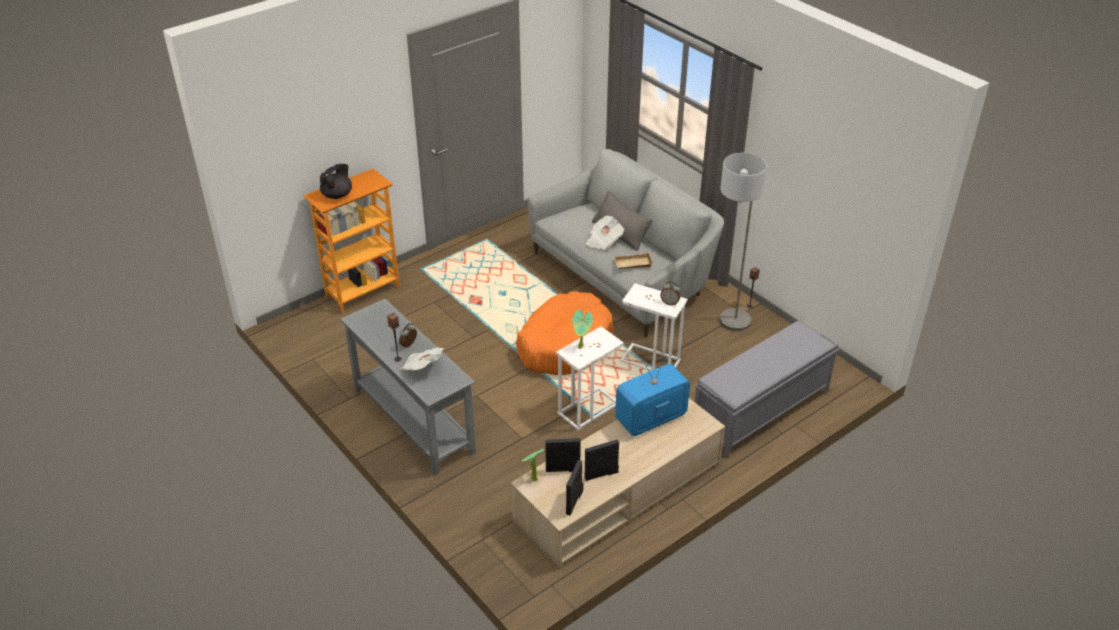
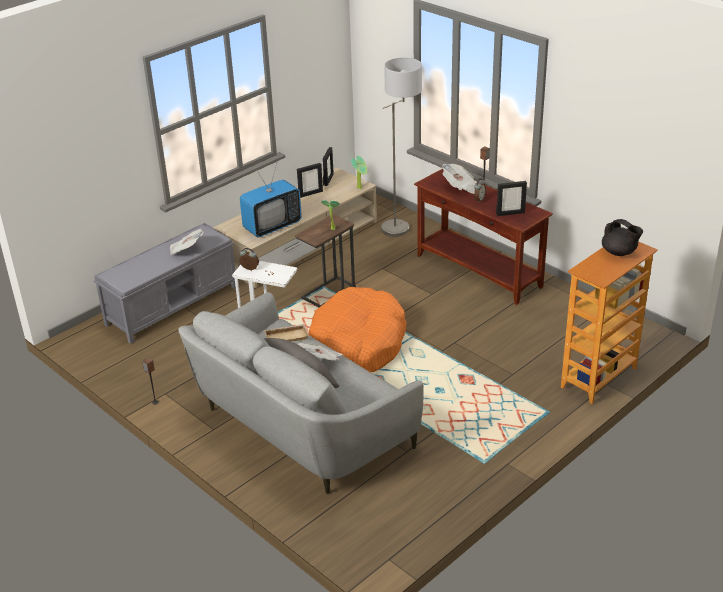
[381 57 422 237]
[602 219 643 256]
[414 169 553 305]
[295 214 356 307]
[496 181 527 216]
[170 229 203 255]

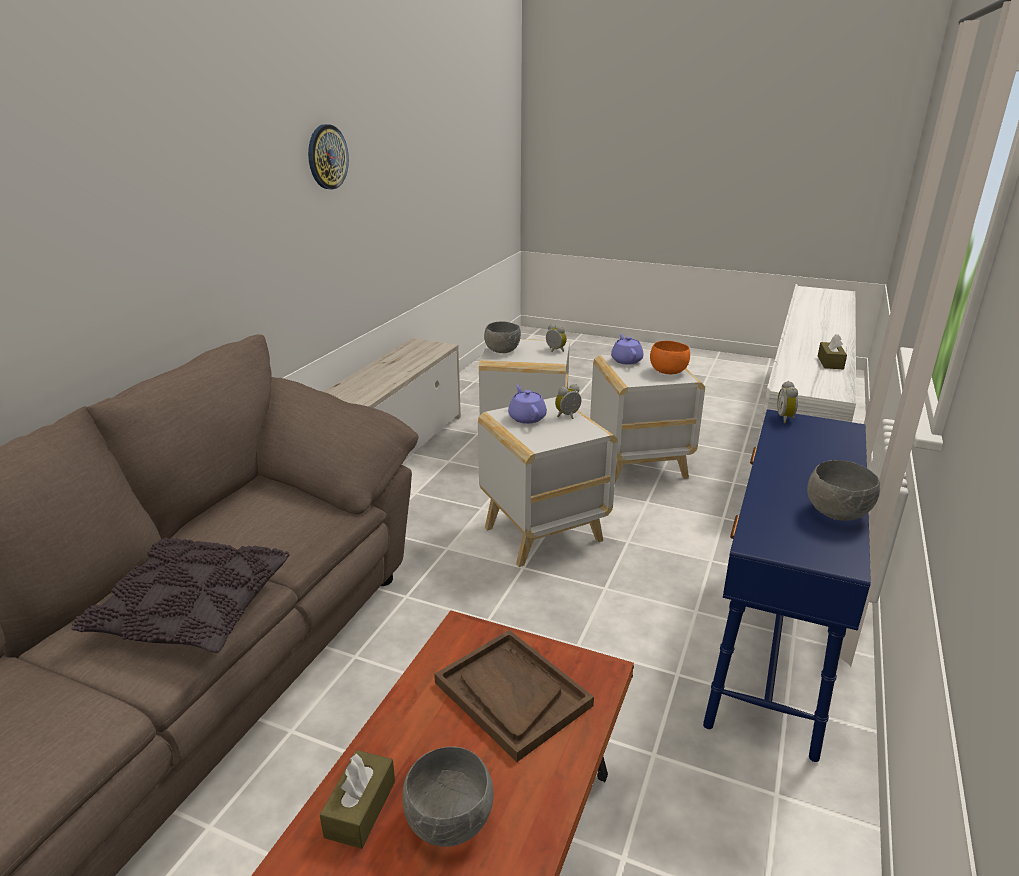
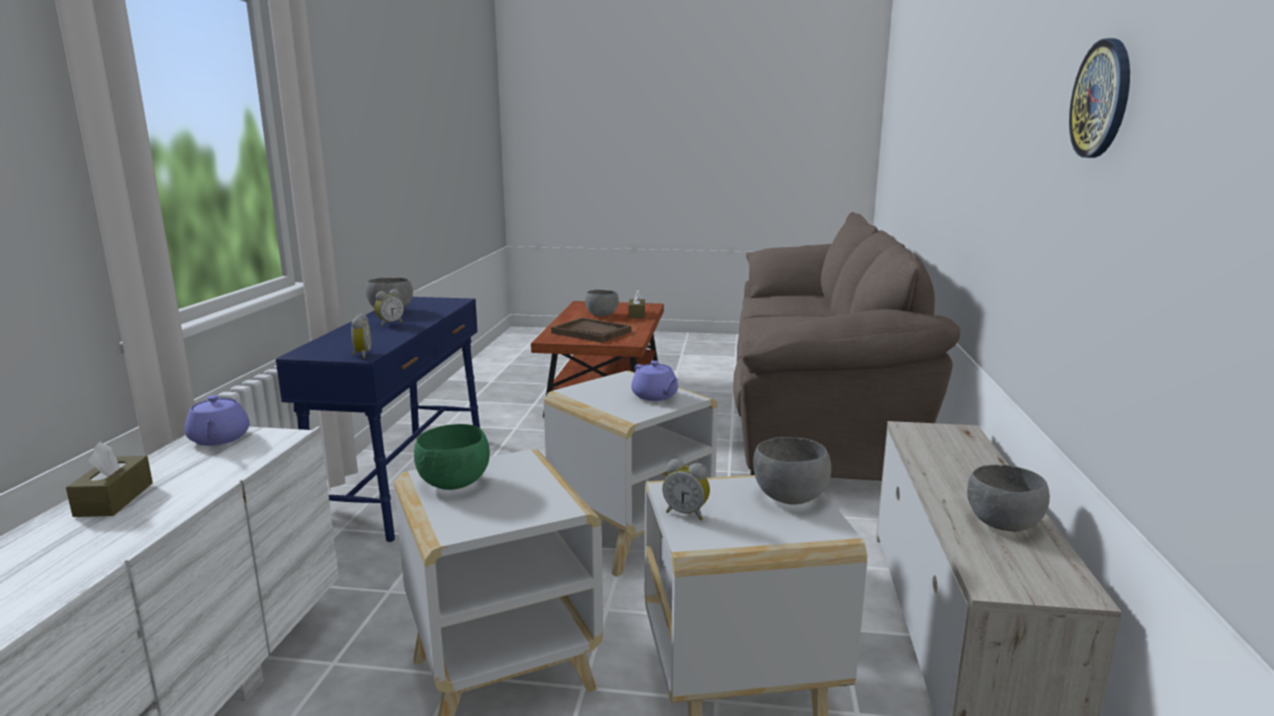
[185 395 250 446]
[414 424 490 490]
[375 289 404 327]
[71 537 290 653] (first image)
[967 465 1050 532]

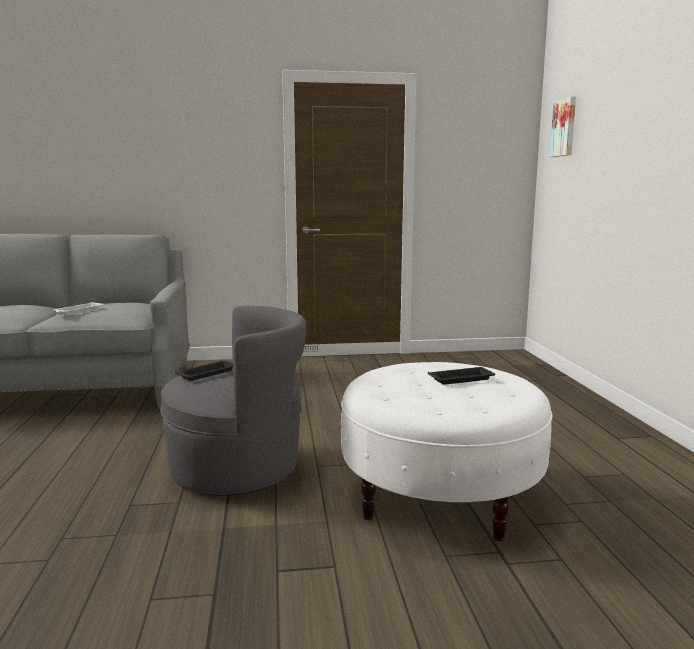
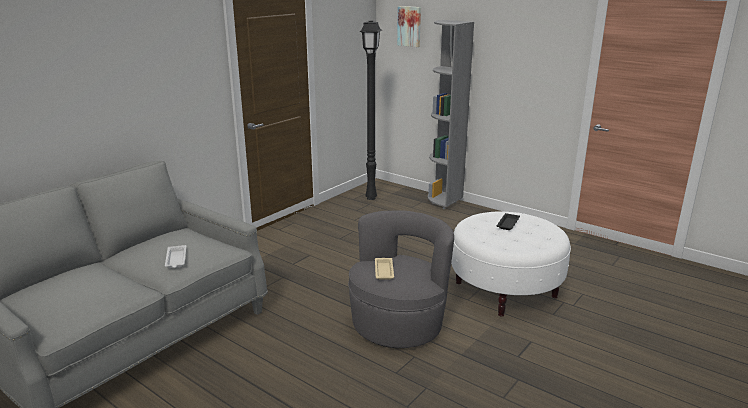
[375 258 394 280]
[428 20 474 209]
[359 21 382 200]

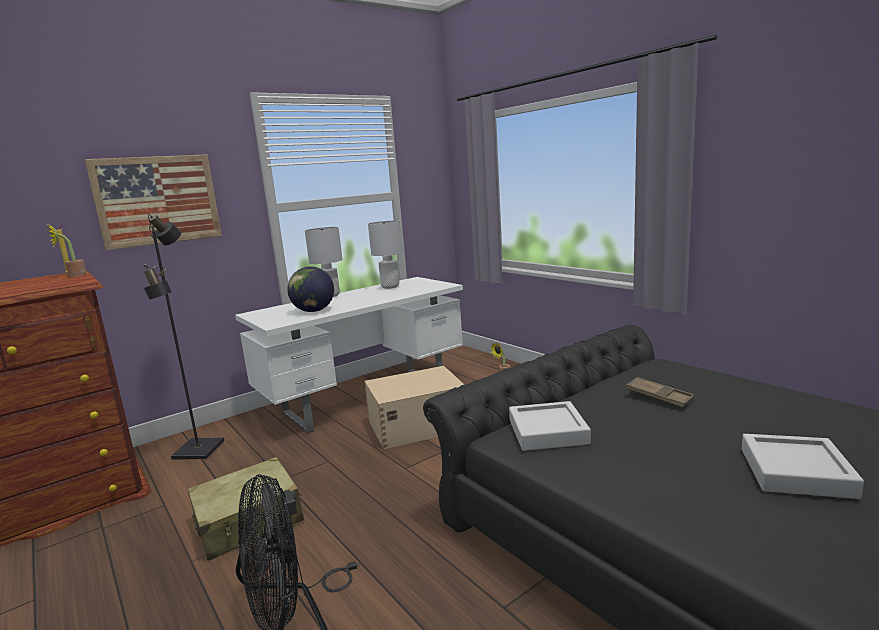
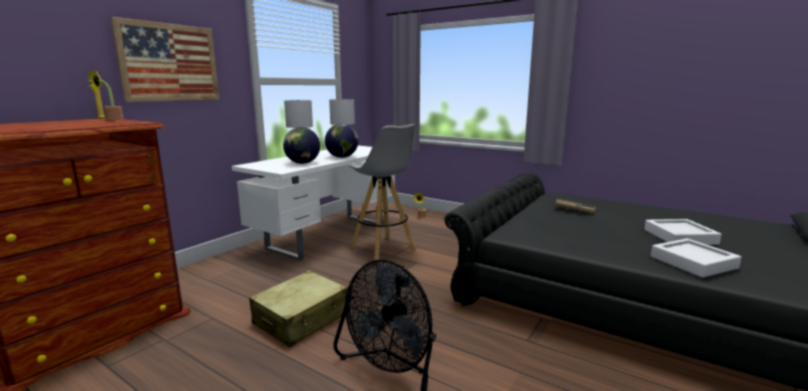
[143 213 224 460] (first image)
[349 124 416 260]
[651 238 741 278]
[325 124 358 158]

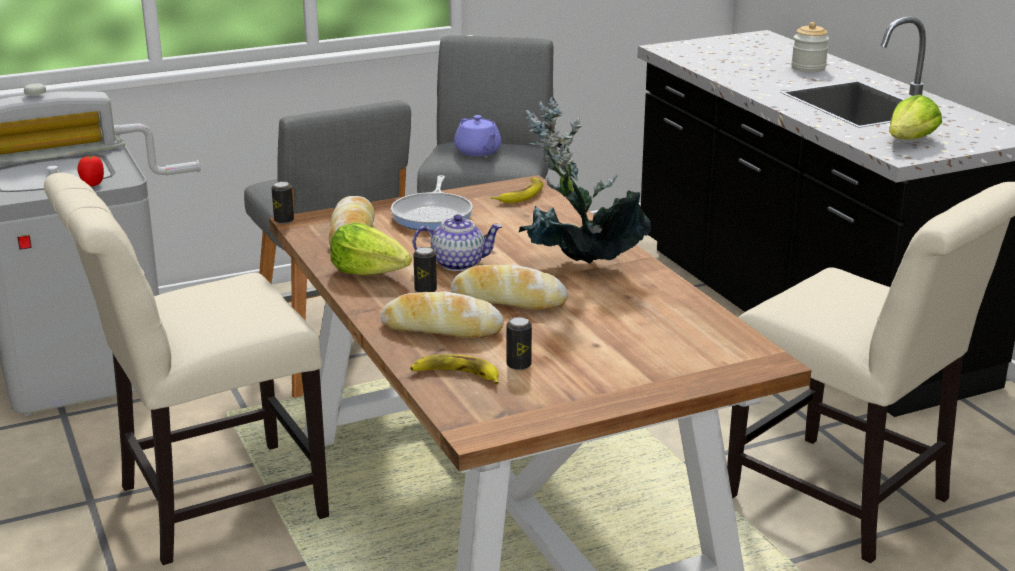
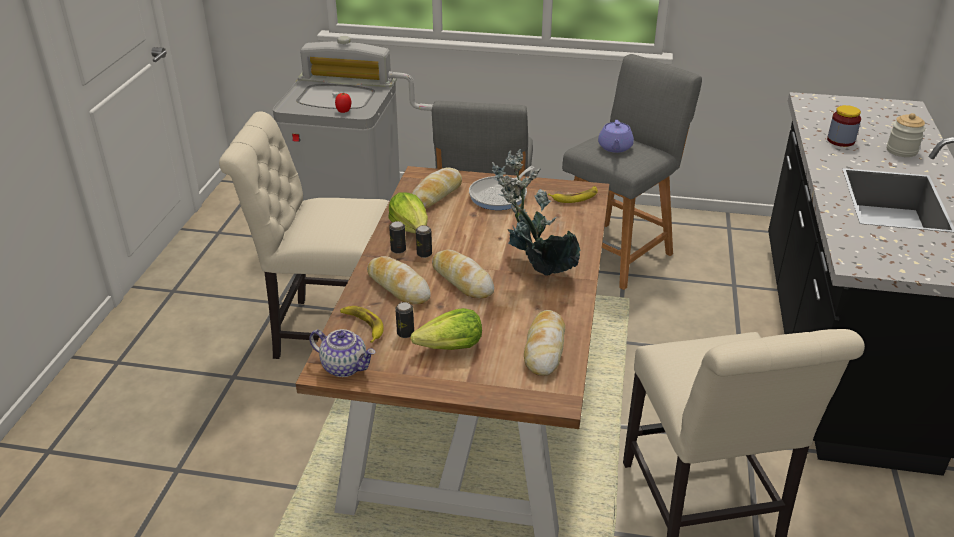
[410 308 482 350]
[389 221 406 254]
[309 329 376 377]
[827 105 861 147]
[524 310 565 376]

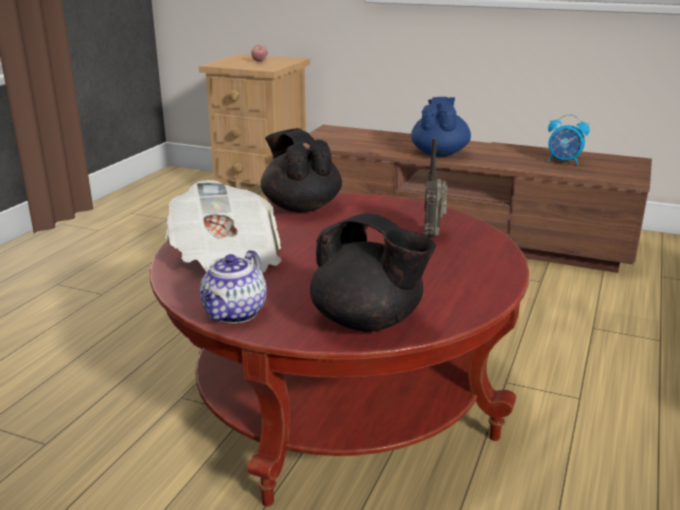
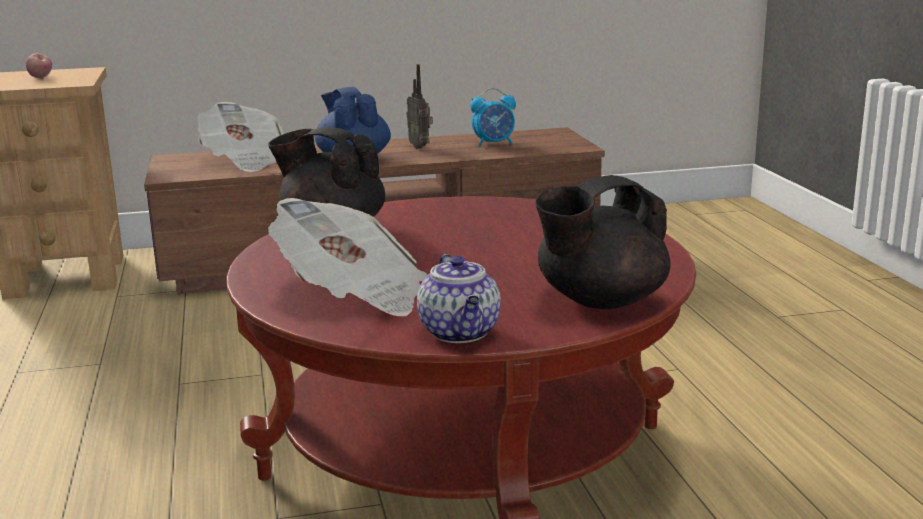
[406 64 433 149]
[535 175 670 309]
[197 102 284 172]

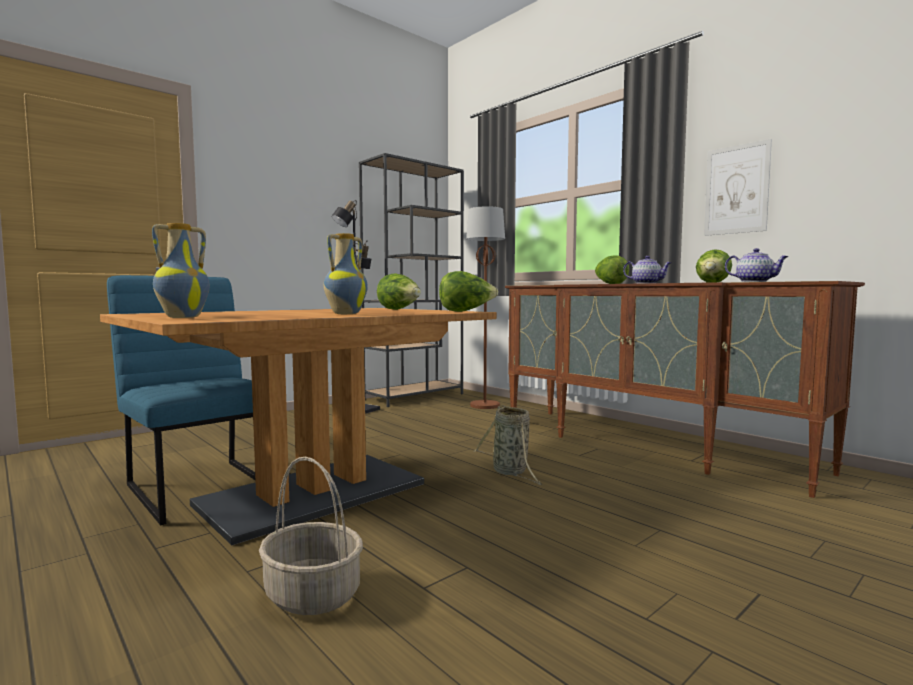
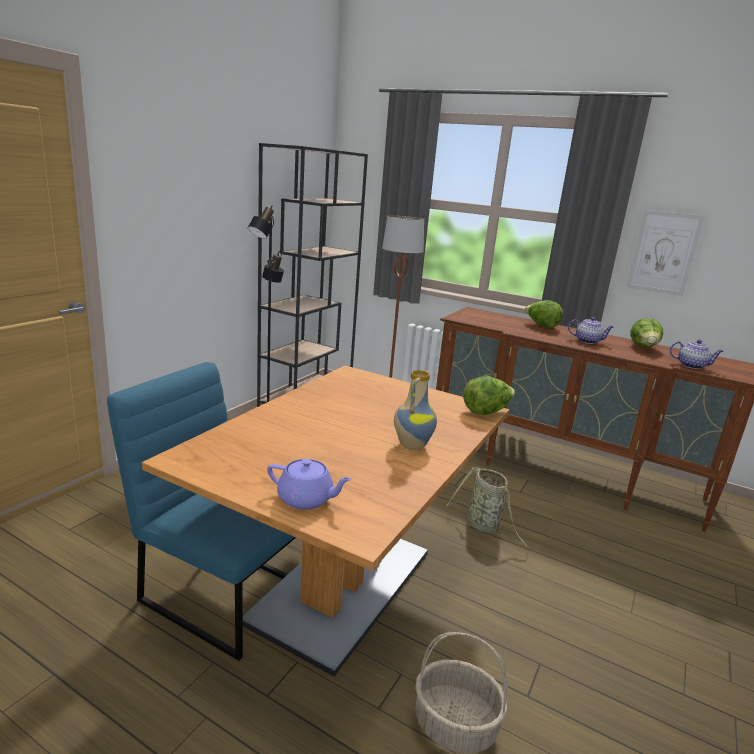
[267 459 352 510]
[377 273 421 310] (first image)

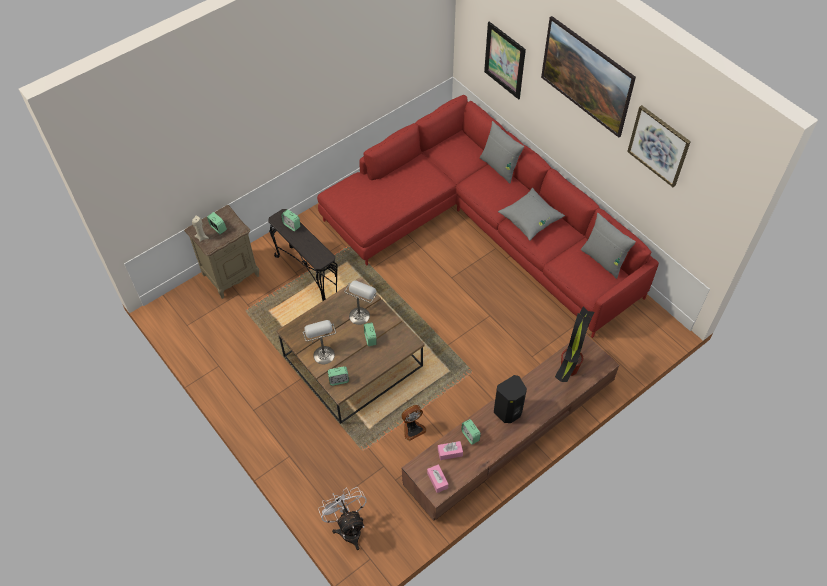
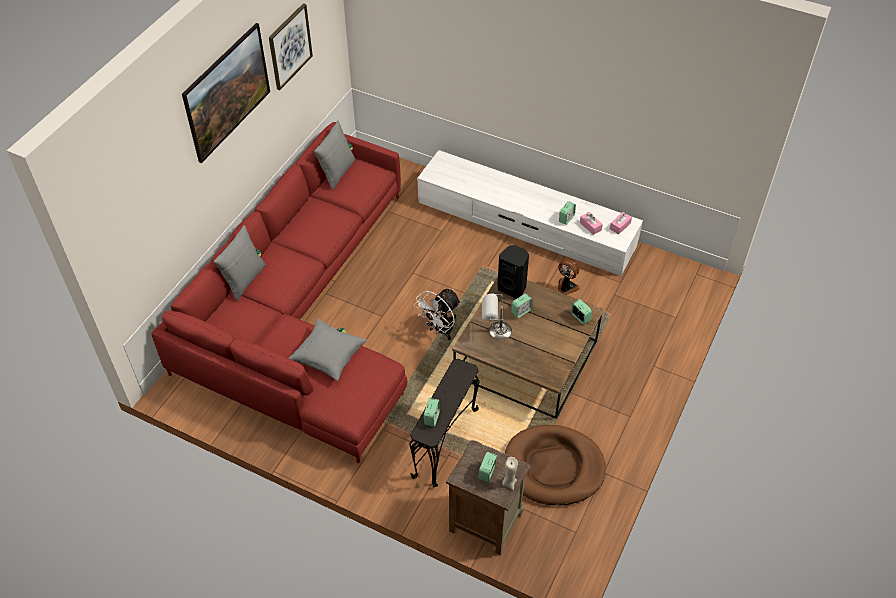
[484 22 526 100] (first image)
[289 318 367 381]
[555 306 595 382] (first image)
[303 320 336 364] (first image)
[417 150 643 276]
[497 245 529 299]
[414 289 461 340]
[505 425 606 506]

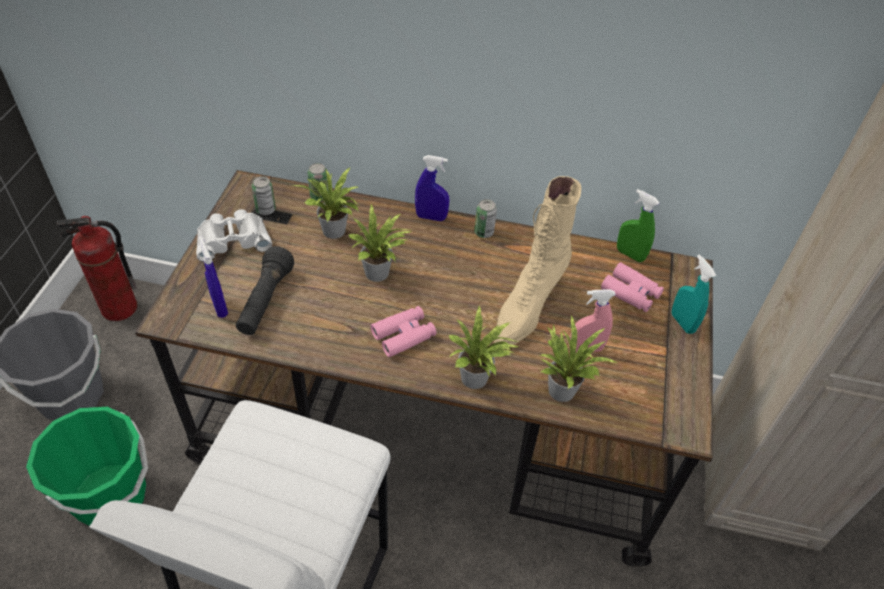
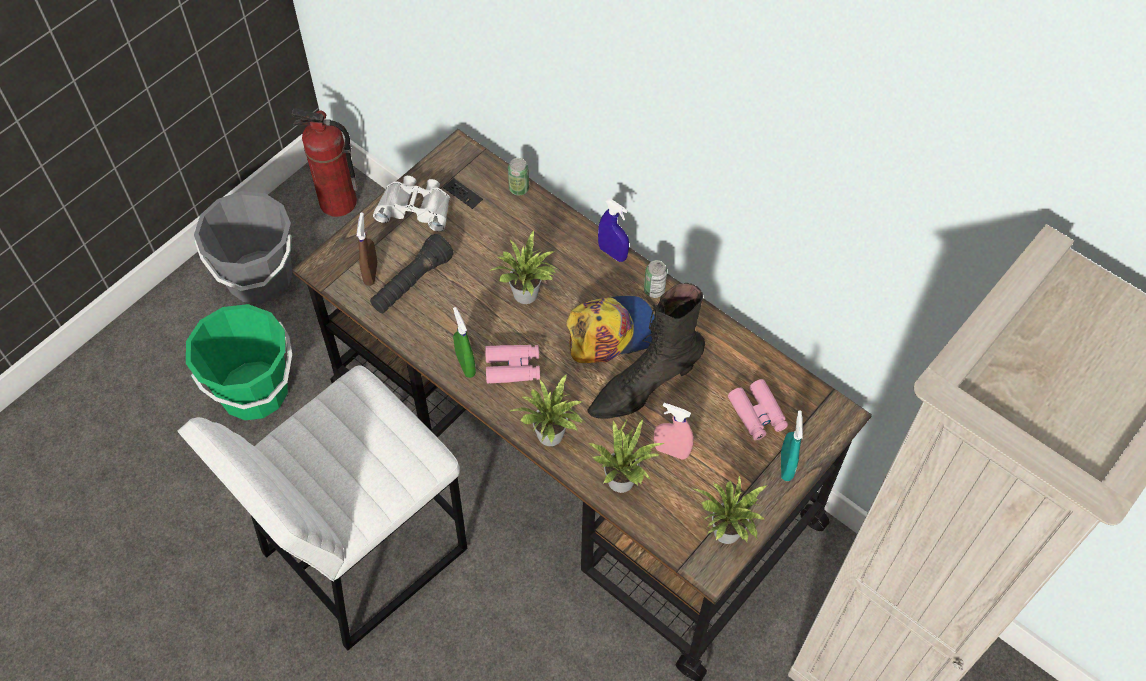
[693 475 766 544]
[252 176 276 215] (first image)
[587 283 705 419]
[453 307 476 378]
[357 213 377 286]
[566 296 655 363]

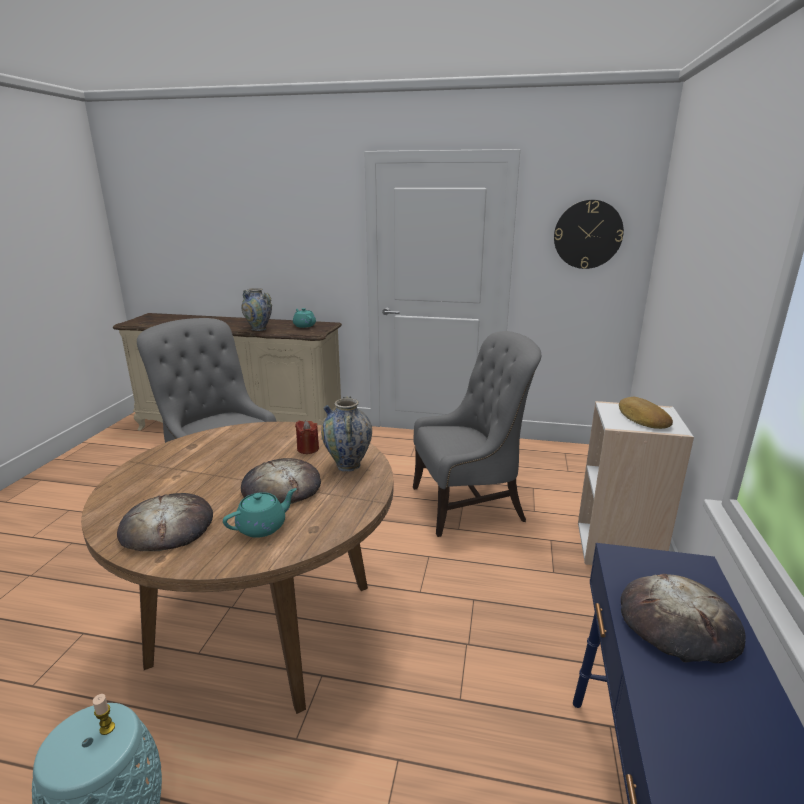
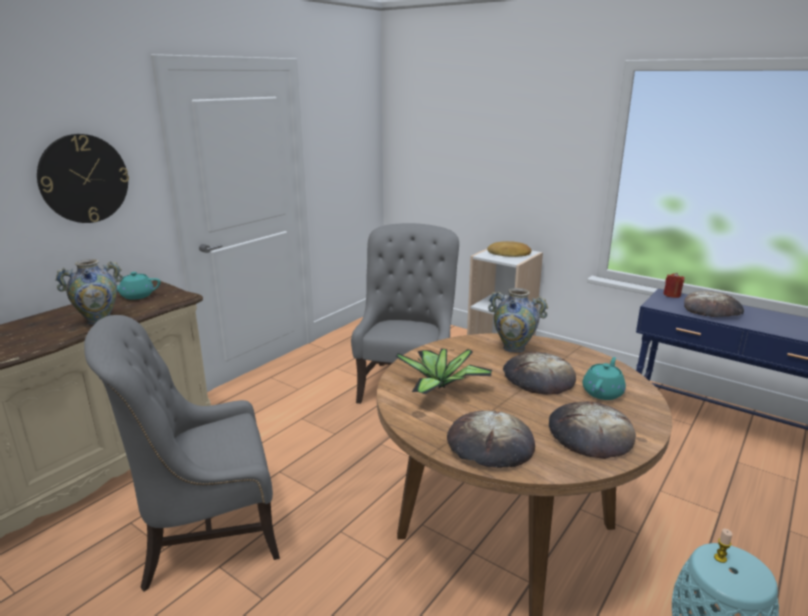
[37 134 129 223]
[663 273 685 298]
[582 357 626 400]
[396 349 492 395]
[447 410 535 468]

